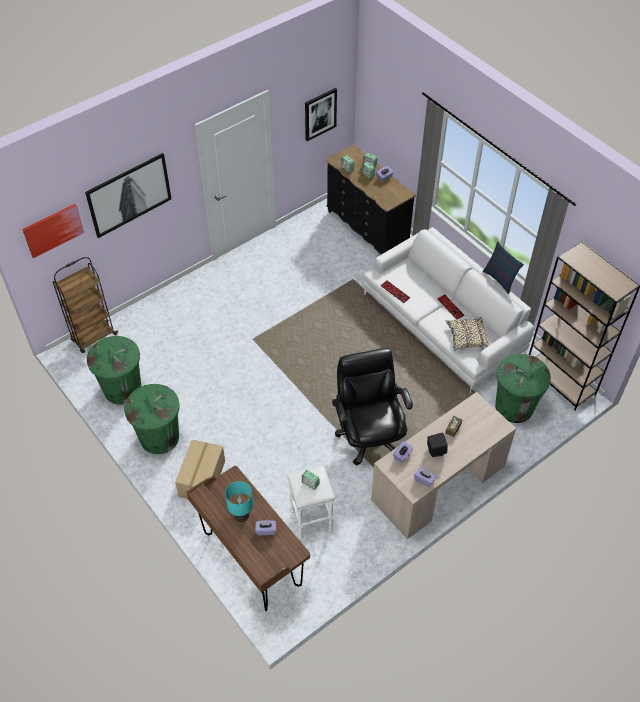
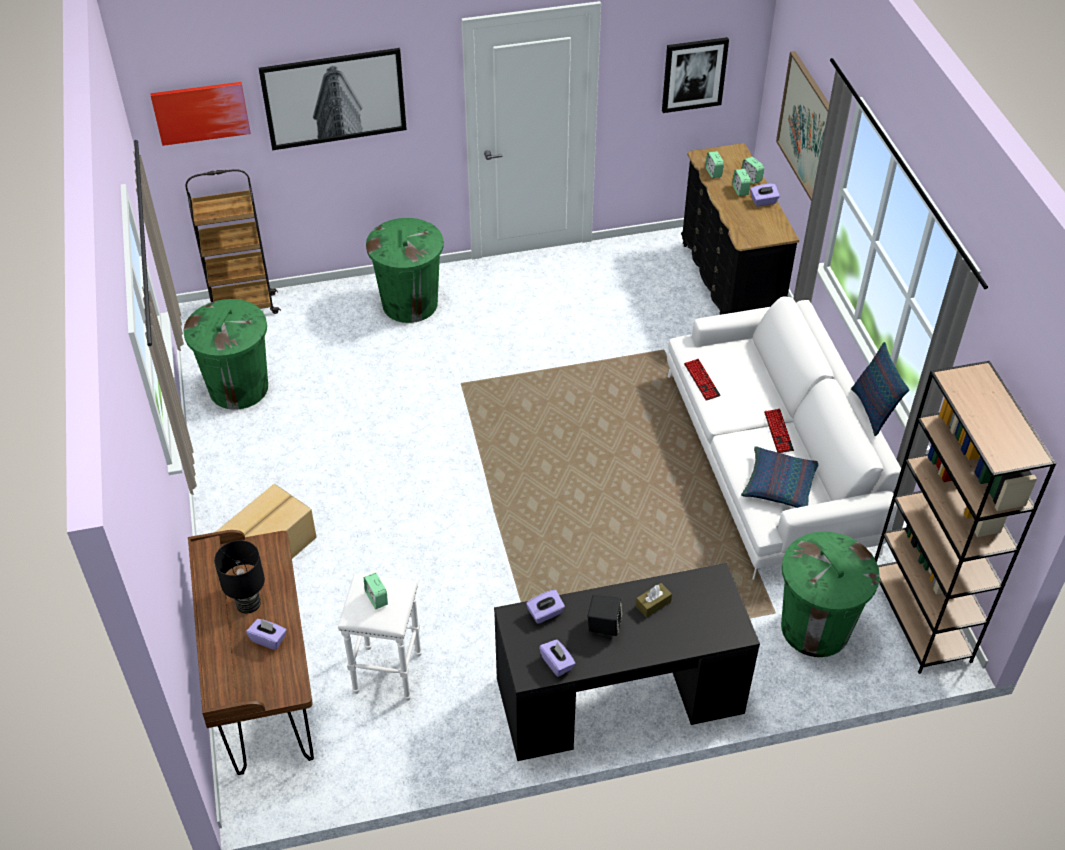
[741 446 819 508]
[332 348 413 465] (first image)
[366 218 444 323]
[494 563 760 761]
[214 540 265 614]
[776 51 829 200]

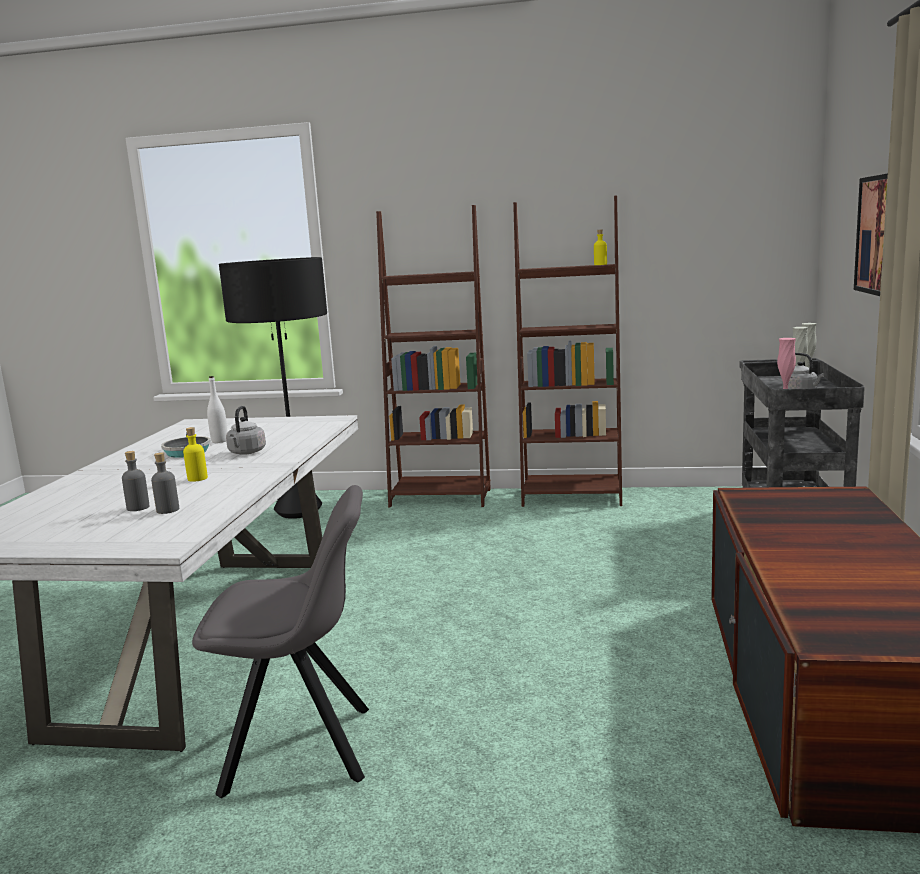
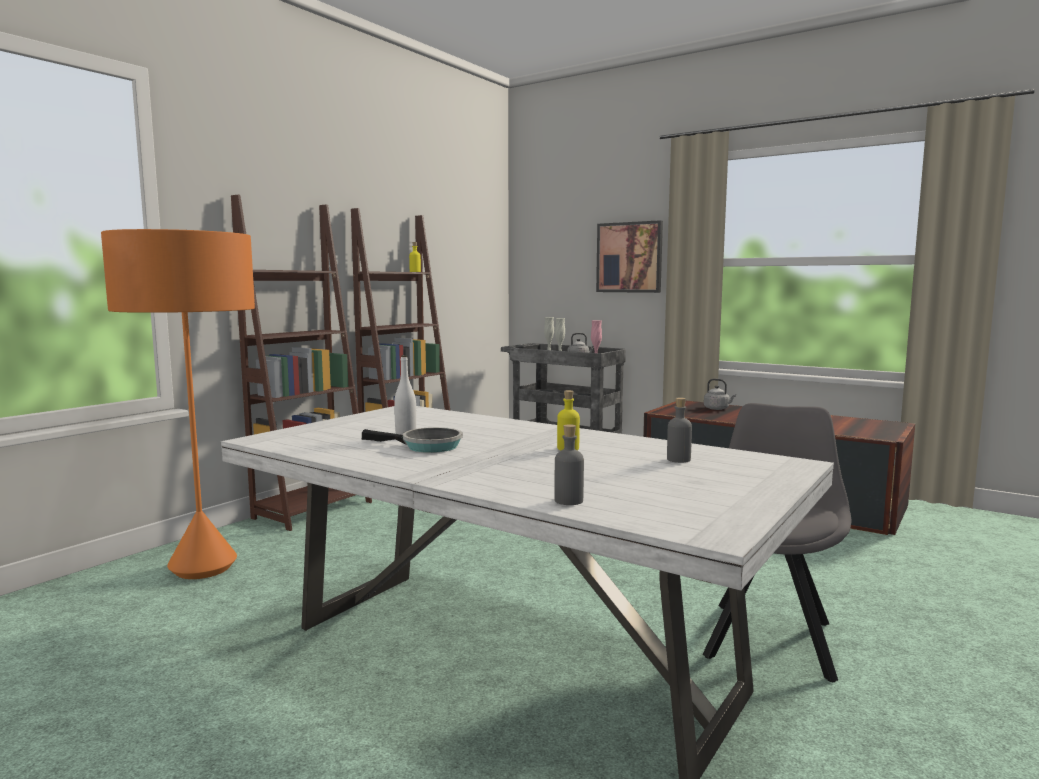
[101 229 255 579]
[704 379 736 410]
[554 424 584 505]

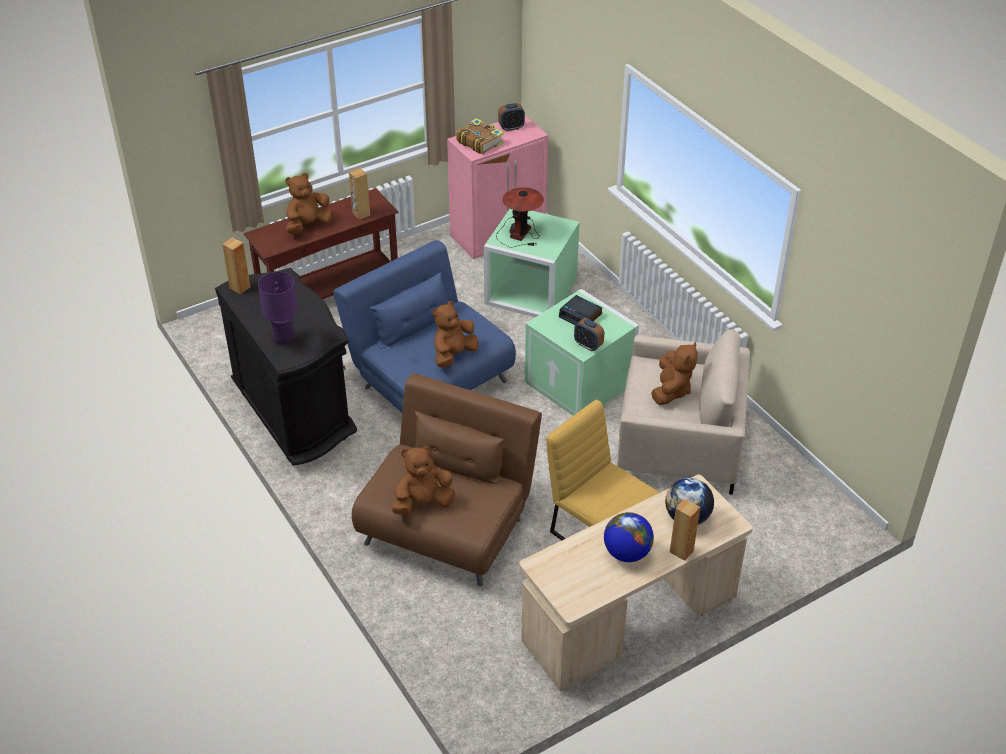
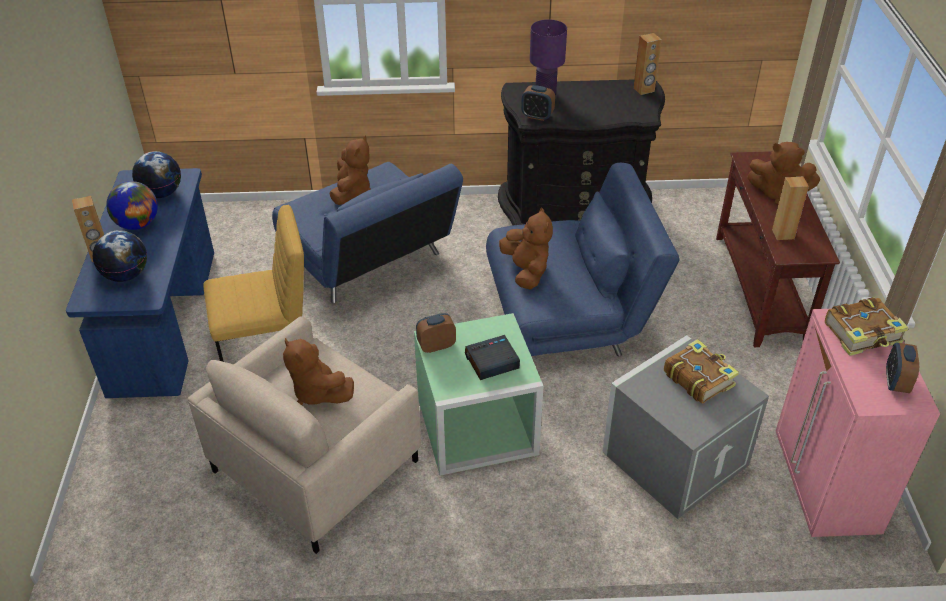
[747 142 820 204]
[664 339 739 404]
[603 335 769 519]
[272 162 463 303]
[66 168 214 398]
[521 85 555 121]
[132 151 181 198]

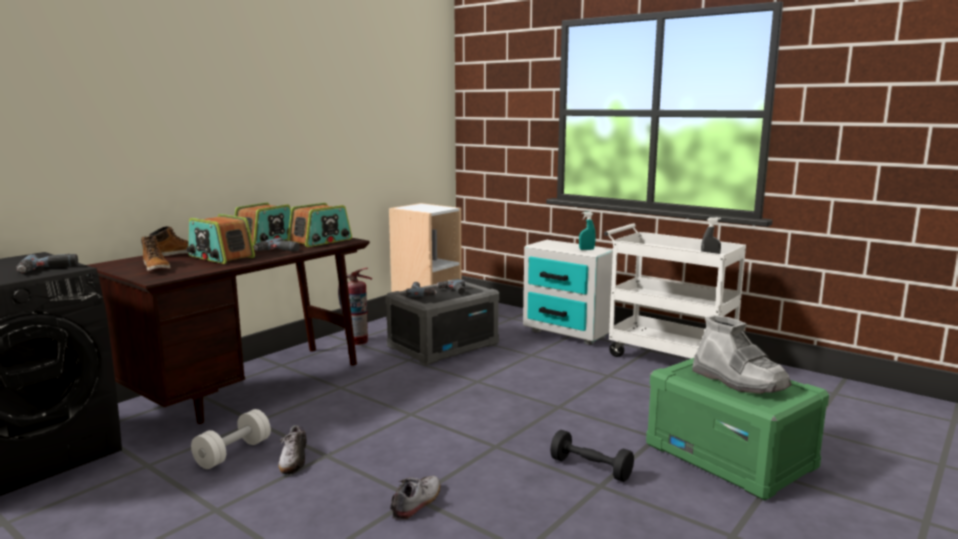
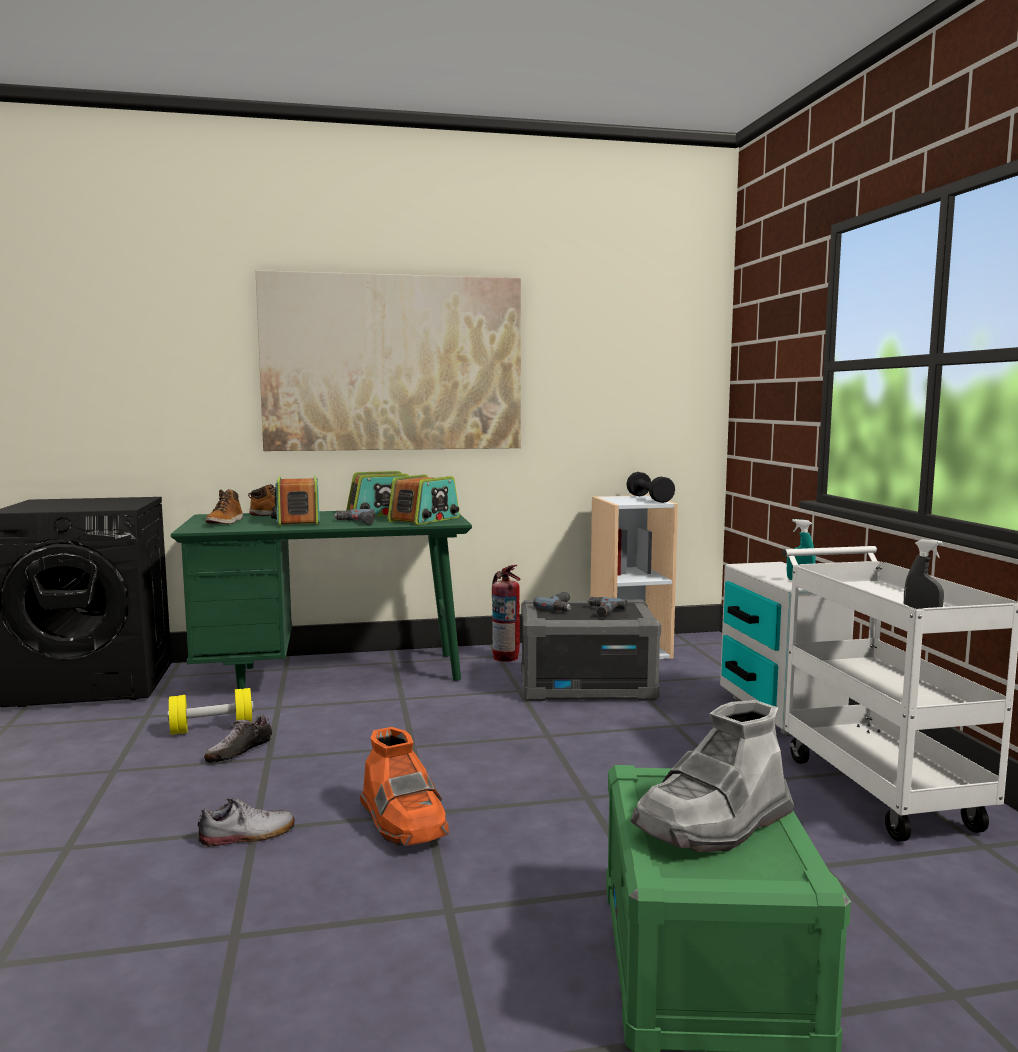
[387 474 460 525]
[171 511 472 689]
[16 254 78 274] (first image)
[631 700 794 852]
[168 688 254 735]
[627 472 675 503]
[256 270 521 451]
[360 727 449 846]

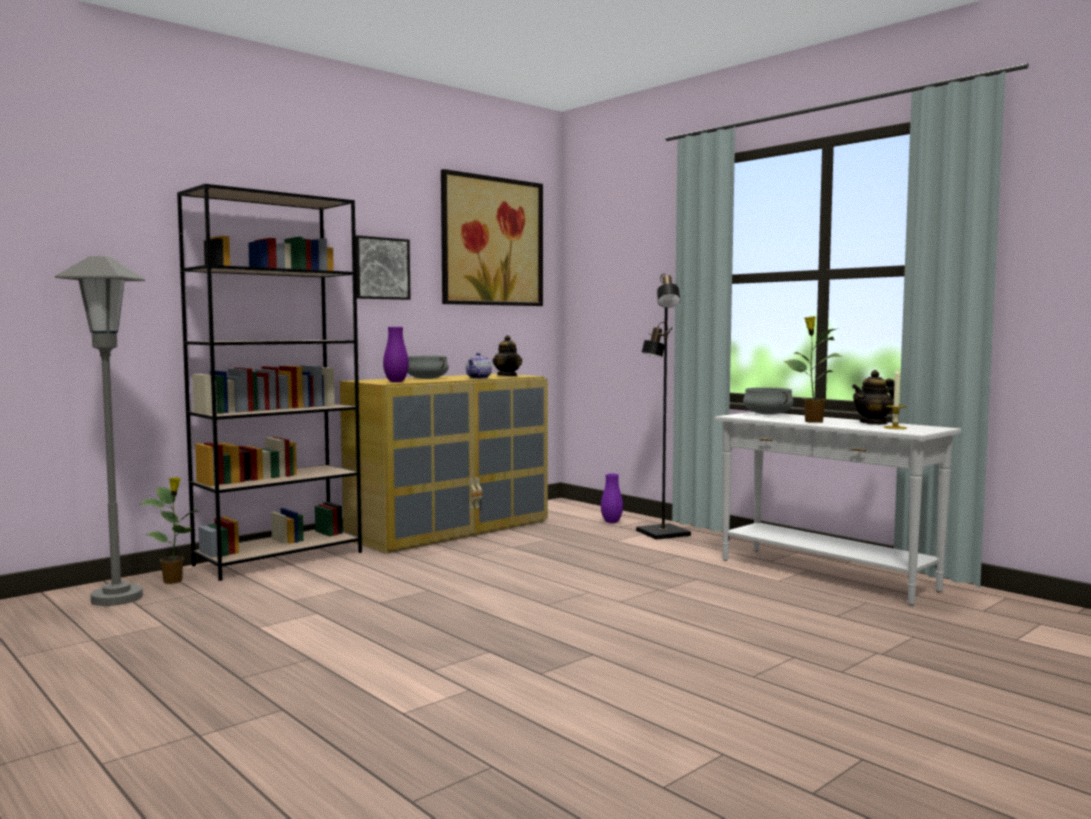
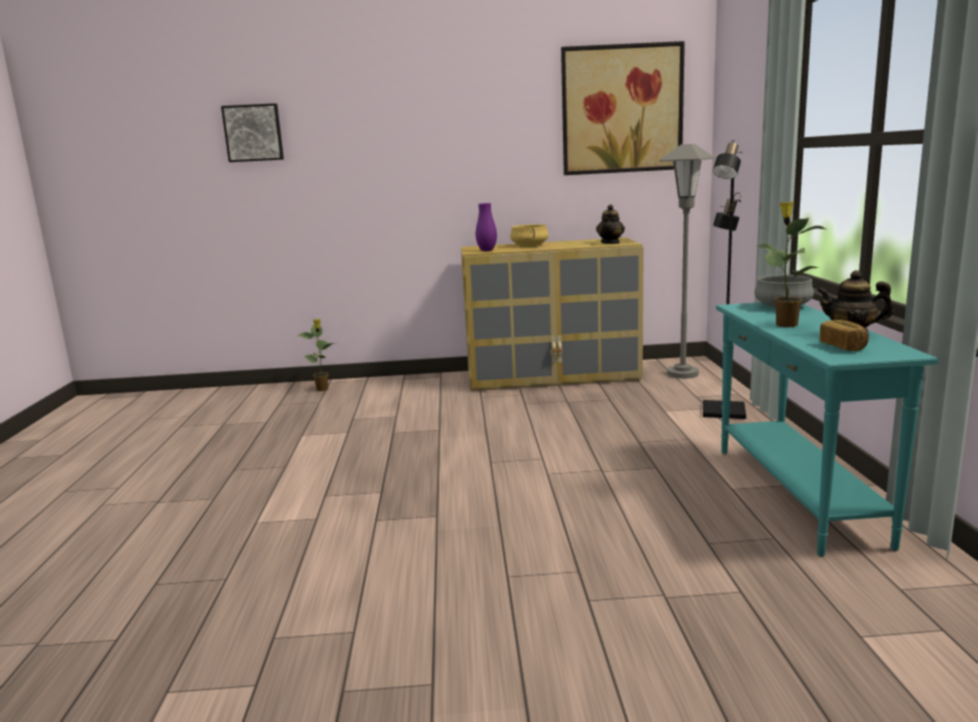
[177 184 362 581] (first image)
[221 103 284 162]
[659 144 715 379]
[466 353 492 379] (first image)
[510 224 548 246]
[820 320 869 351]
[716 302 938 557]
[601 474 623 523] (first image)

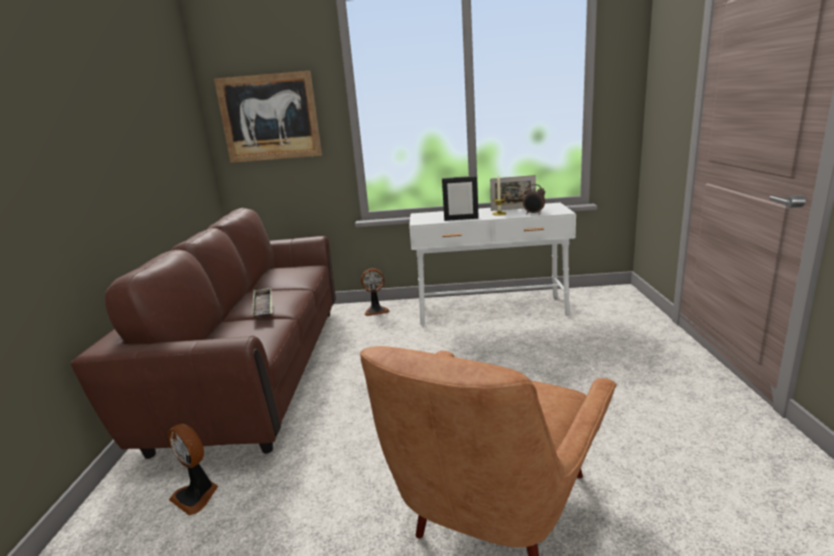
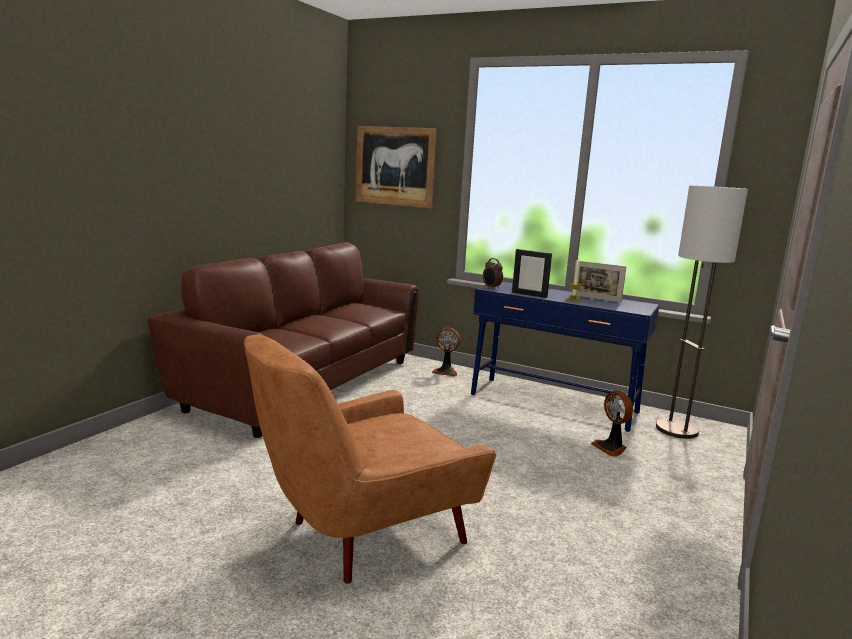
[483 258 503 289]
[471 282 659 432]
[252 288 273 318] (first image)
[591 390 633 457]
[656 185 748 439]

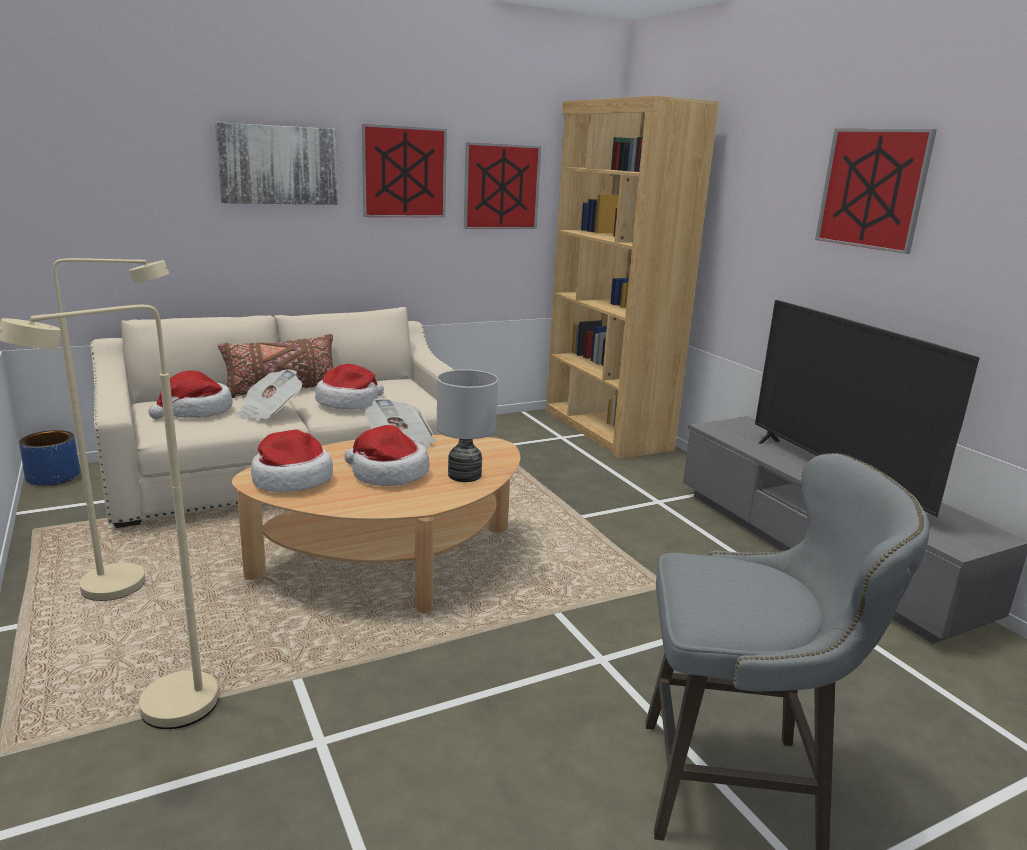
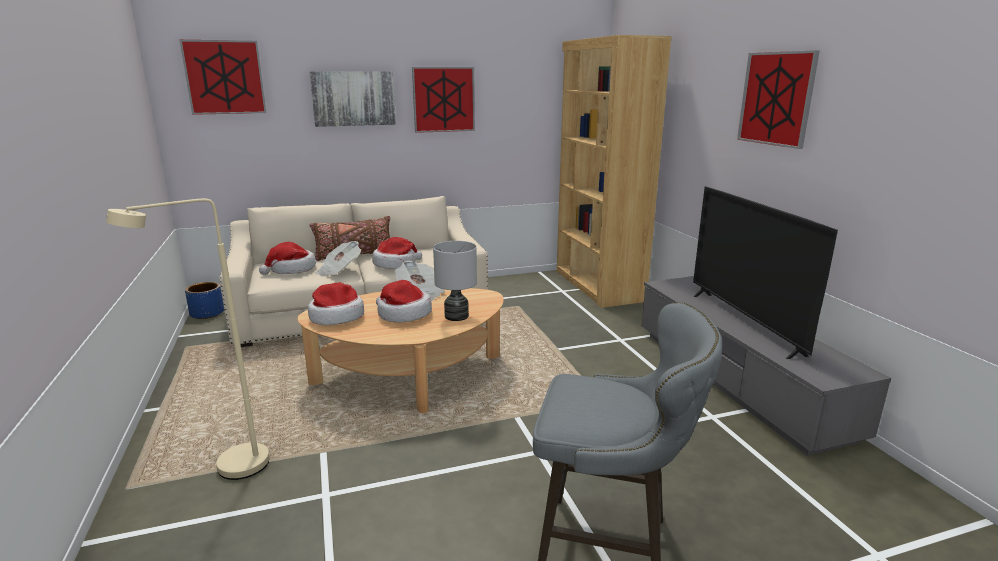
[180 40 266 115]
[53 258 169 601] (first image)

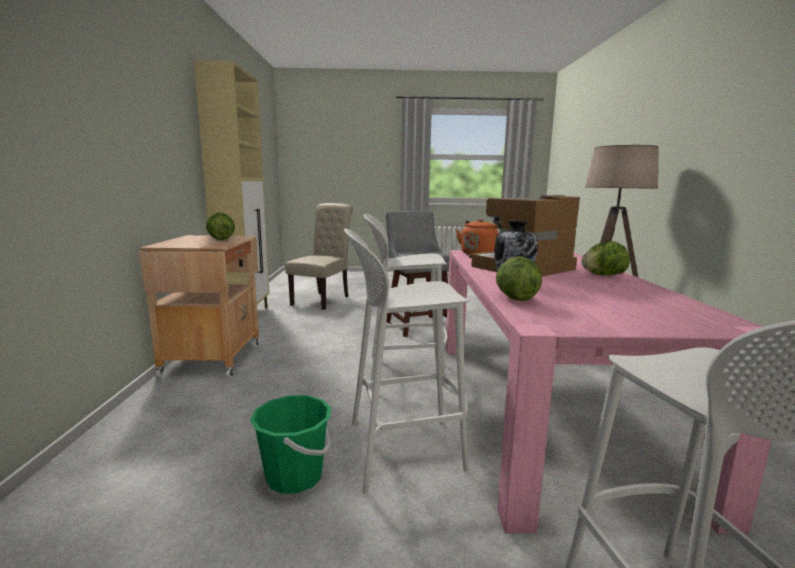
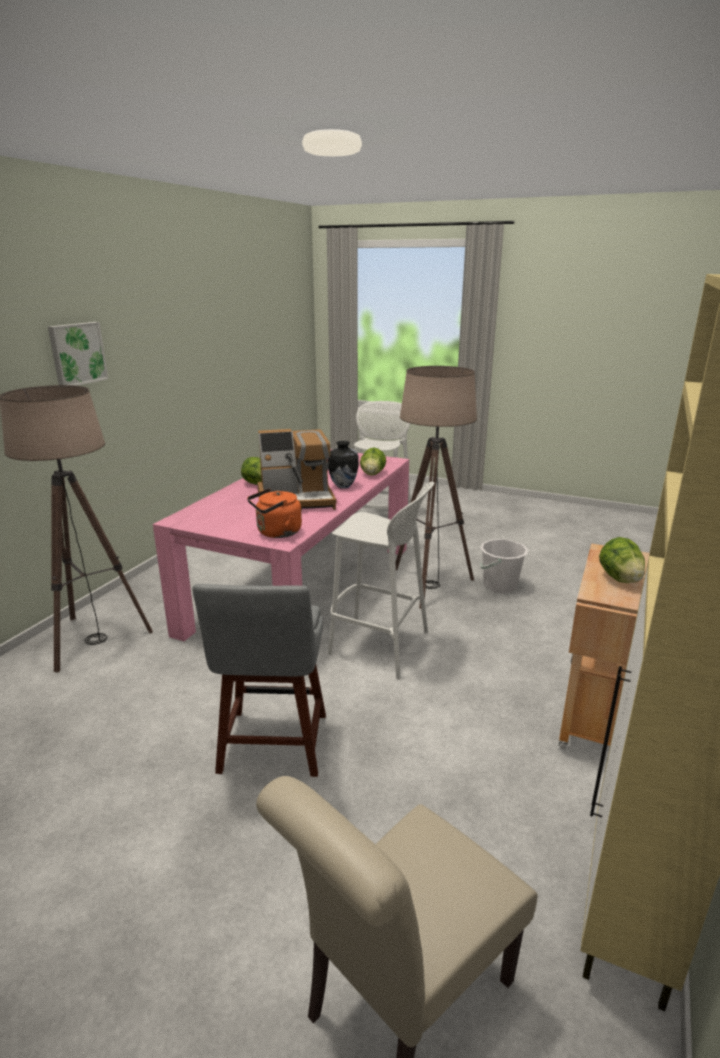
[396 366 477 609]
[480 539 528 594]
[48 322 108 386]

